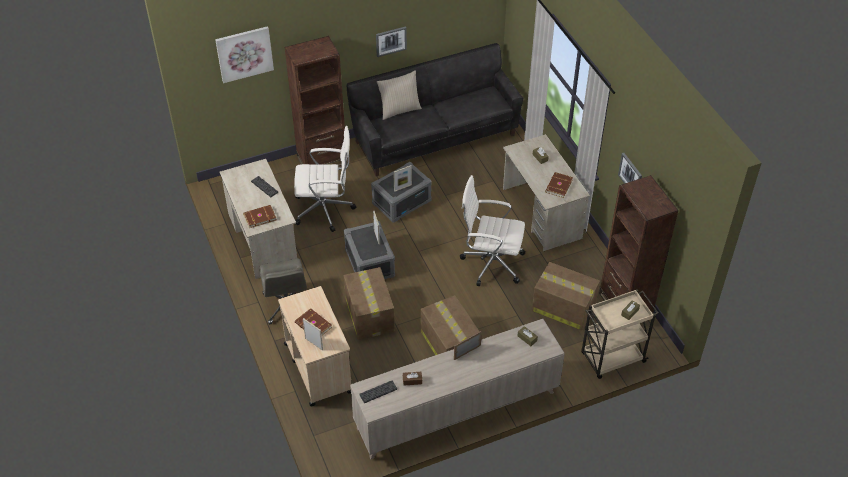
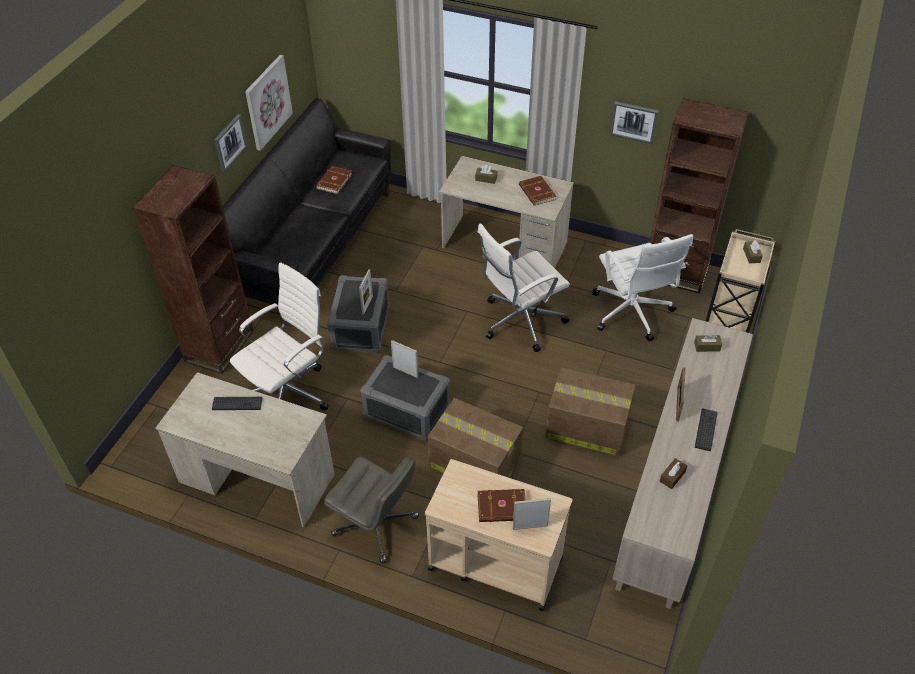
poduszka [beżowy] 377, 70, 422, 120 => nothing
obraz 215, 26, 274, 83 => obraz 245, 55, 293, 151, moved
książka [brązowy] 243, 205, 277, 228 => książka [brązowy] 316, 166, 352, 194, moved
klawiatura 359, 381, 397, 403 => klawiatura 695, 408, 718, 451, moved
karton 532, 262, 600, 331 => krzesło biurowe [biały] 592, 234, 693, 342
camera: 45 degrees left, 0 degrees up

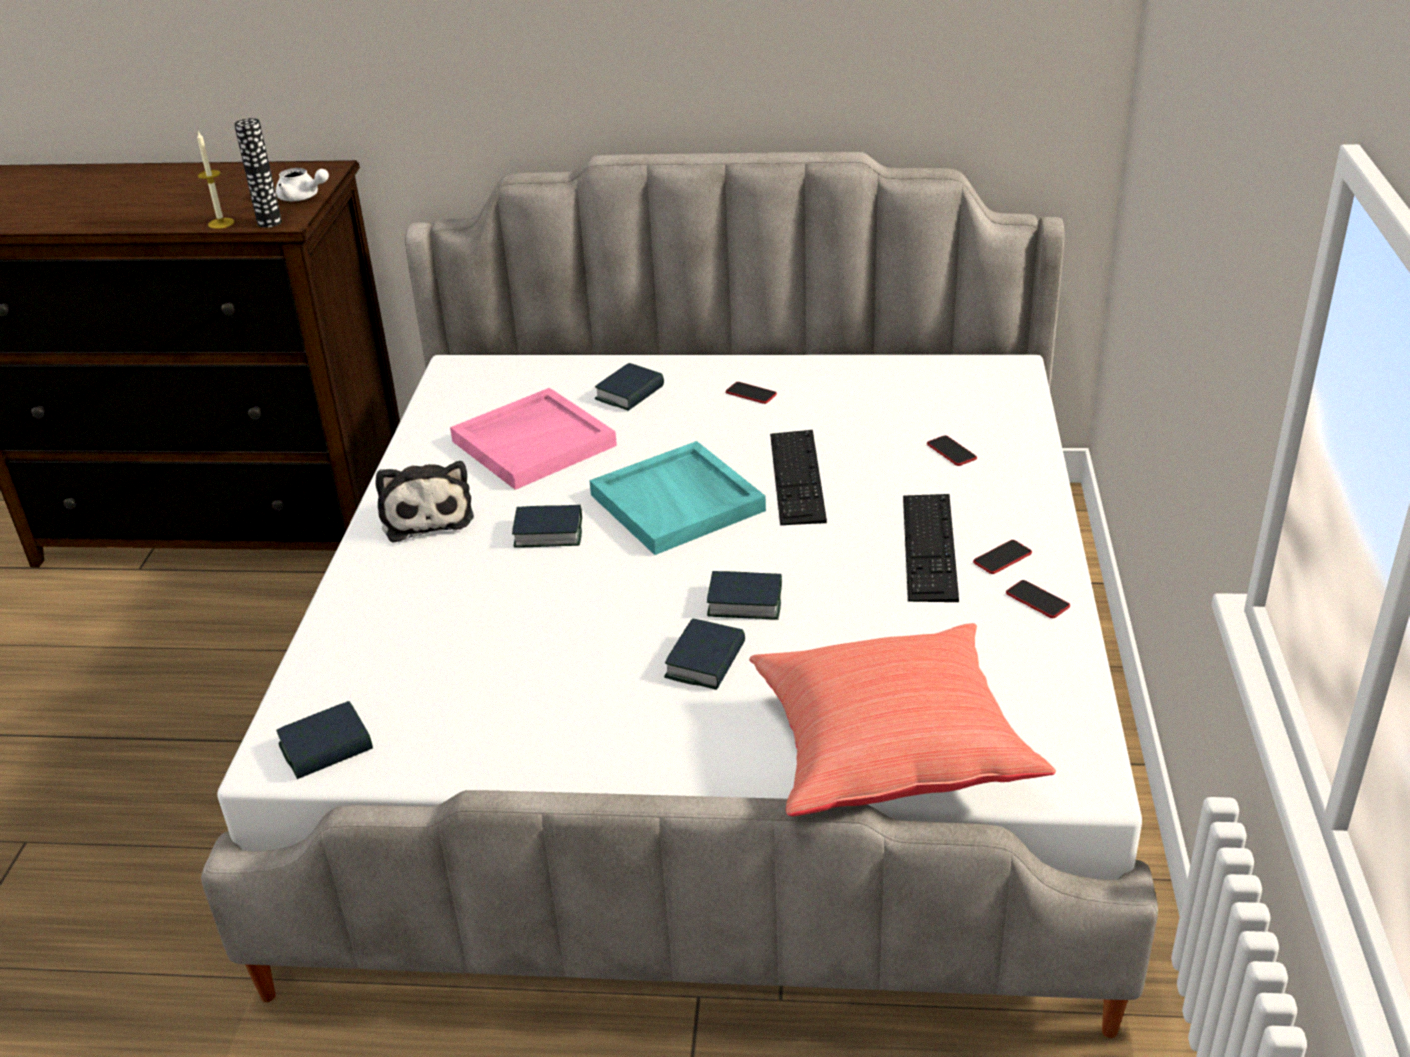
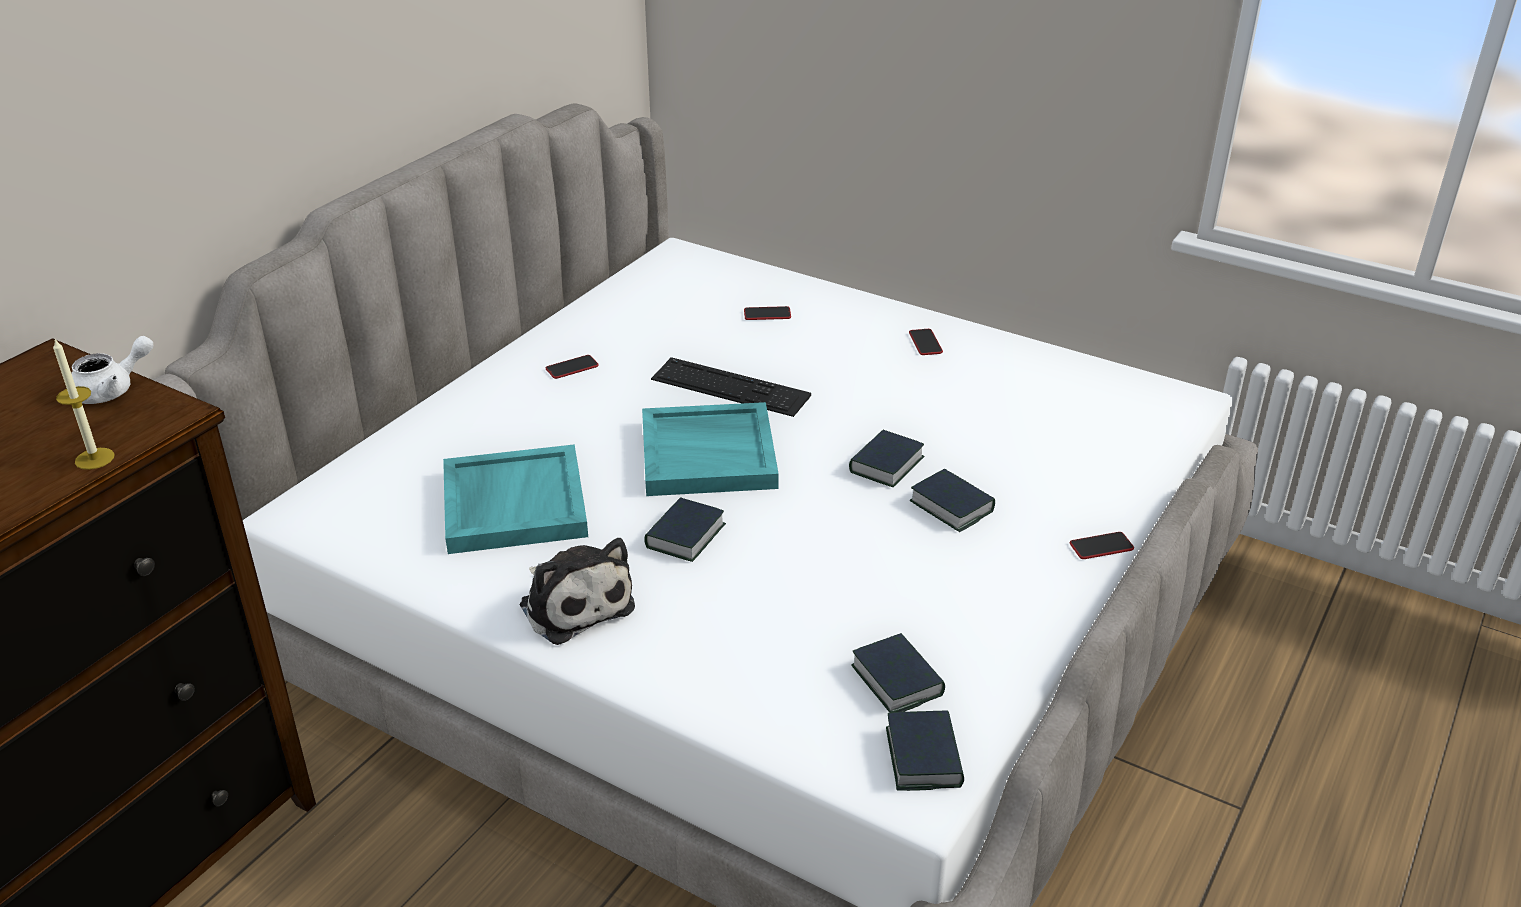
wazon 234, 118, 282, 228 => nothing
poduszka [czerwony] 749, 623, 1056, 816 => nothing
klawiatura 903, 494, 959, 602 => nothing
książka 595, 363, 664, 411 => książka 851, 633, 945, 713, moved
telefon 1006, 580, 1070, 618 => telefon 1070, 532, 1134, 559, moved
taca [różowy] 450, 388, 617, 490 => taca [turkusowy] 443, 444, 588, 554
pluszak 376, 461, 474, 543 => pluszak 520, 538, 635, 645, 45 degrees clockwise
camera: 65 degrees left, 0 degrees up

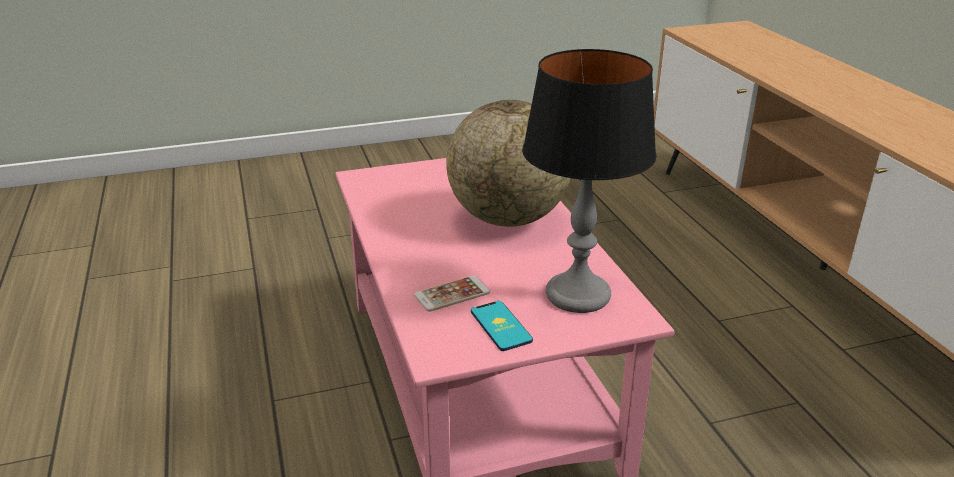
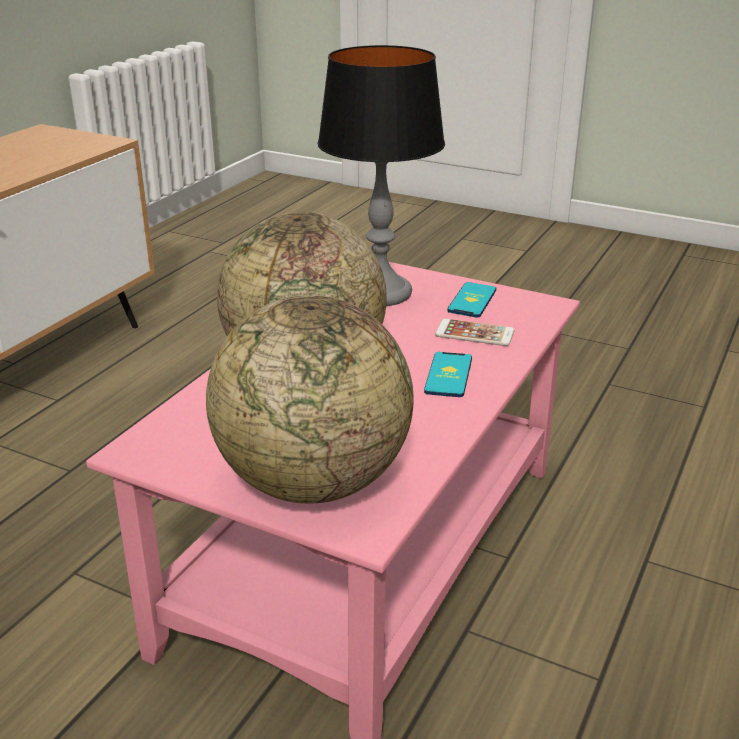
nothing => globus 206, 295, 413, 503
nothing => telefon 424, 352, 472, 397
camera: 135 degrees left, 0 degrees up

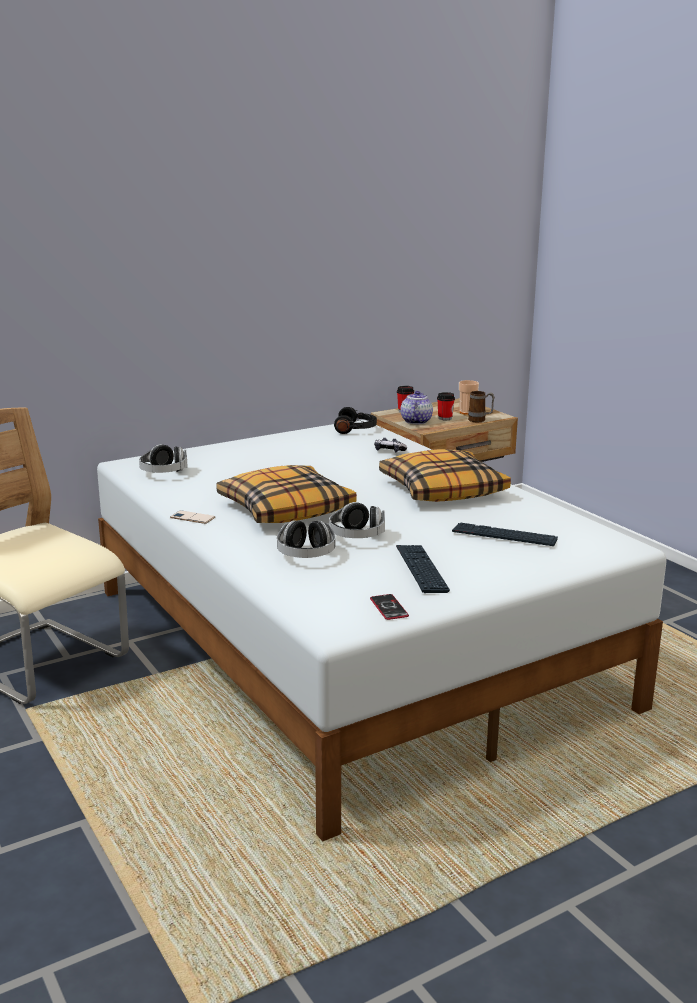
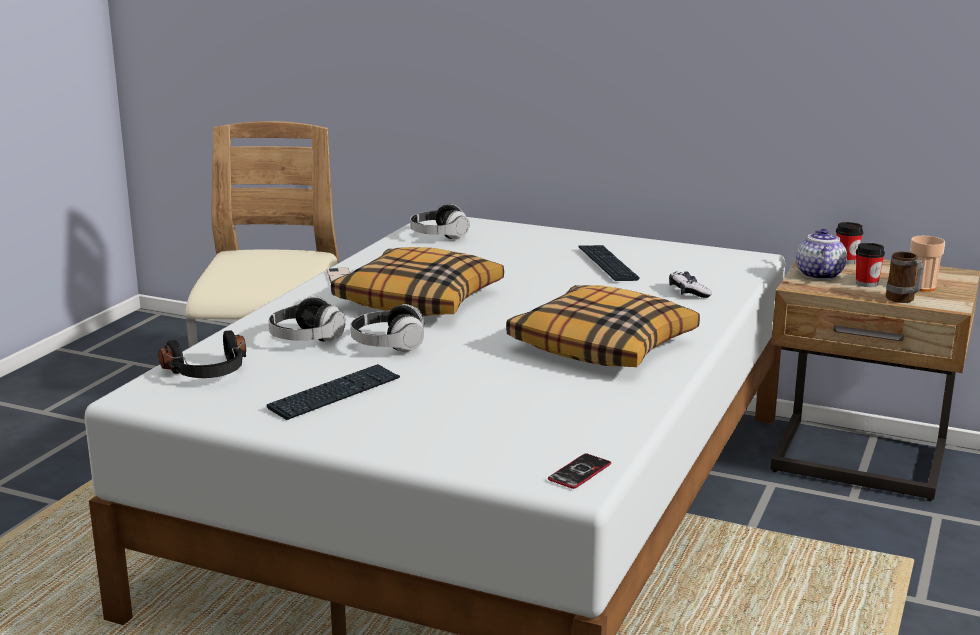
słuchawki [czarny] 334, 407, 377, 434 => słuchawki [czarny] 158, 330, 246, 378, moved
telefon 370, 594, 409, 620 => telefon 548, 454, 611, 489, moved
klawiatura 452, 523, 558, 546 => klawiatura 578, 245, 640, 281, moved
imbryk 400, 391, 433, 424 => imbryk 796, 229, 847, 280, 60 degrees counterclockwise
camera: 55 degrees right, 0 degrees up

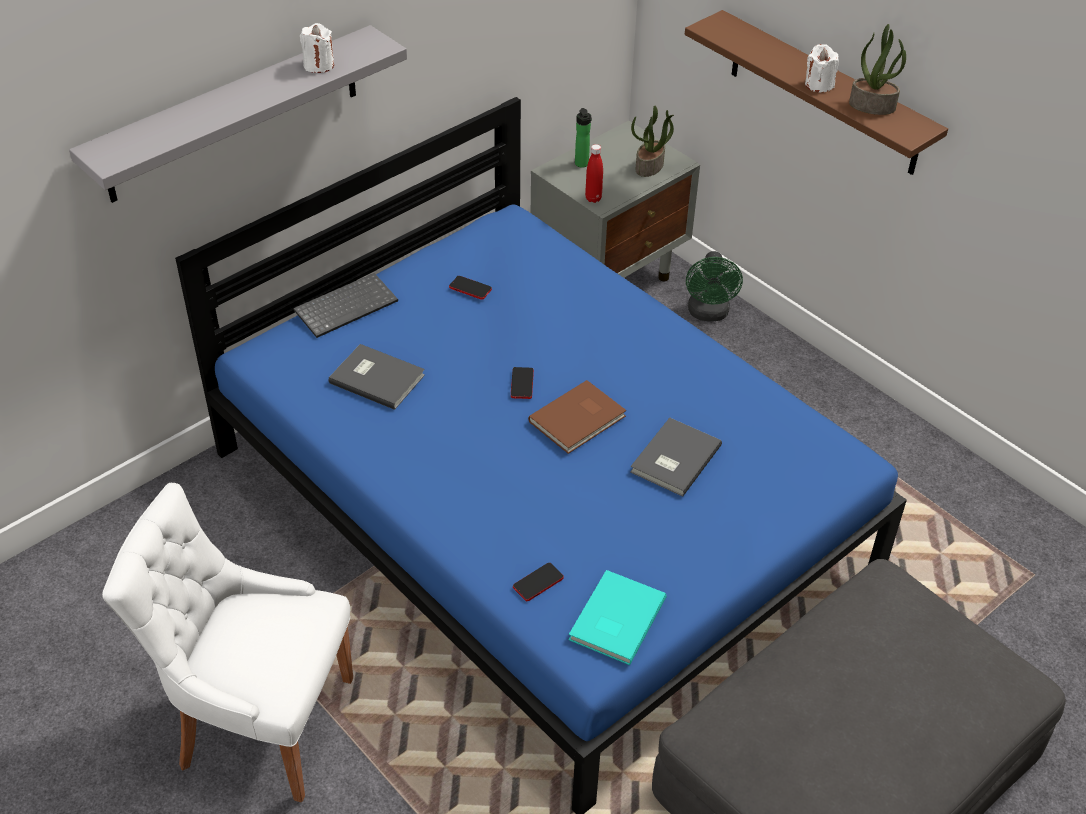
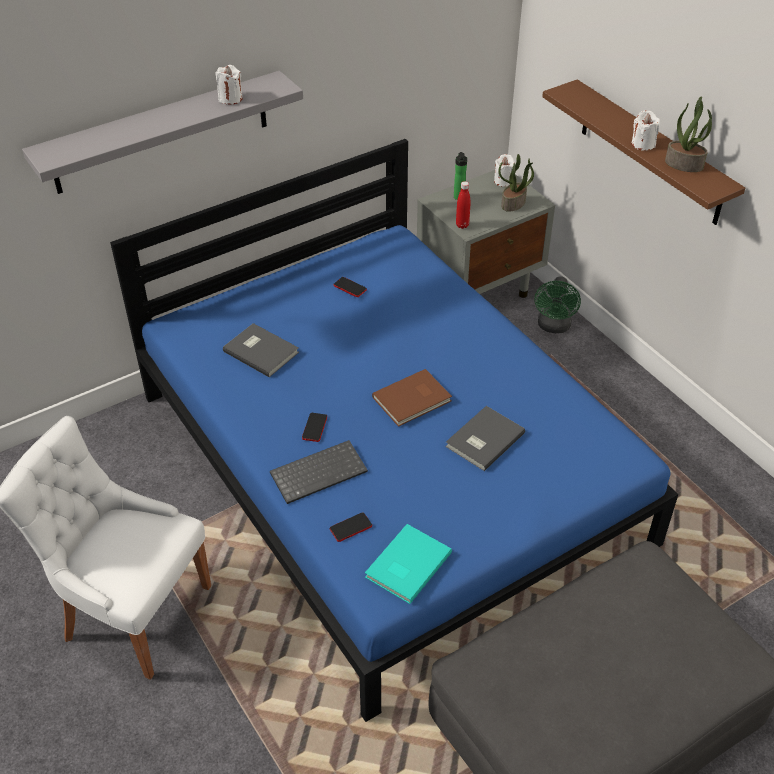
nothing => świeca [biały] 494, 154, 515, 187
klawiatura 293, 273, 398, 338 => klawiatura 270, 440, 368, 504, moved
telefon 511, 367, 534, 399 => telefon 302, 413, 327, 442, moved
camera: 10 degrees right, 0 degrees up

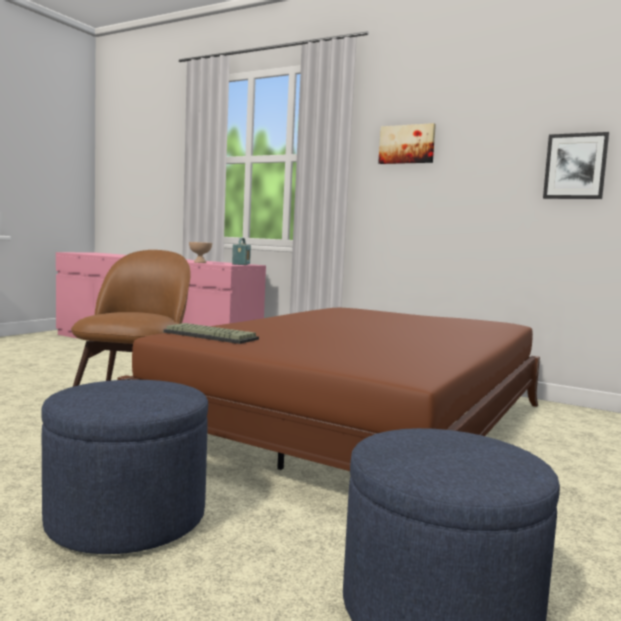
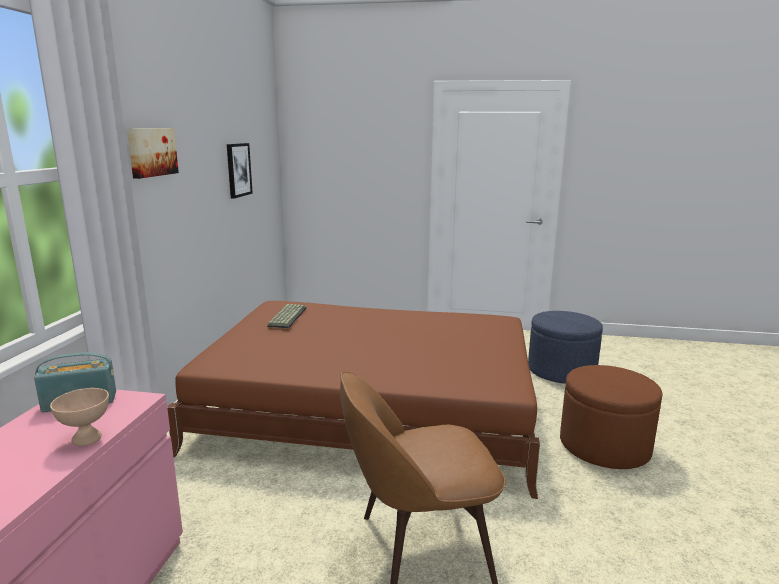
klawiatura 163, 323, 259, 344 => klawiatura 267, 304, 307, 328, moved
pufa [niebieski] 41, 380, 208, 554 => pufa [brązowy] 560, 365, 663, 469
camera: 110 degrees left, 10 degrees up

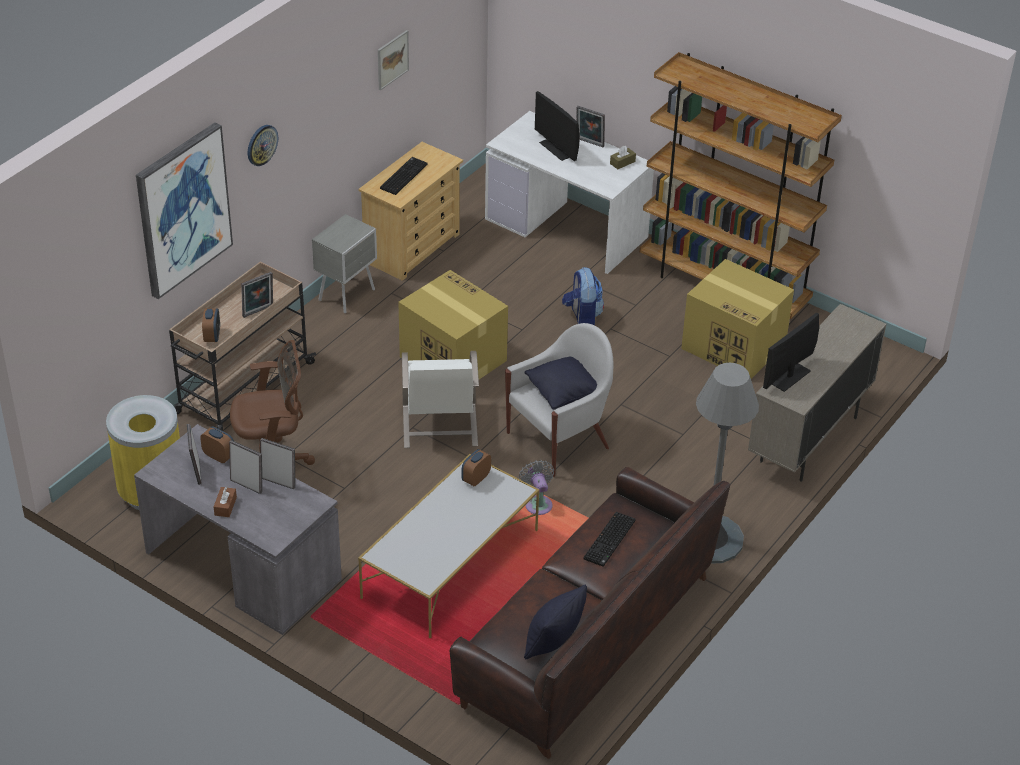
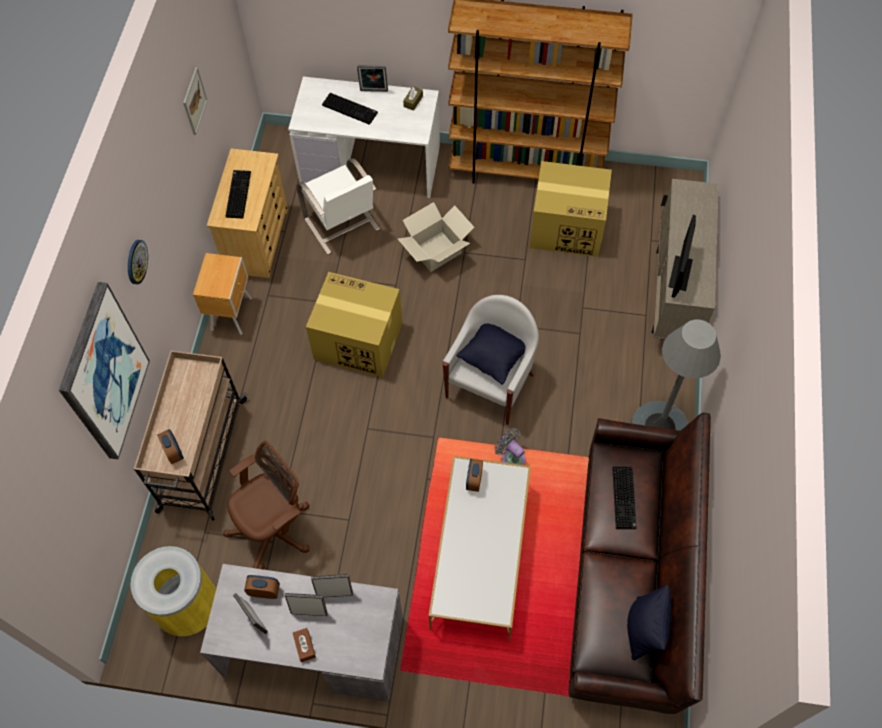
ramka na zdjęcie 241, 272, 273, 318 => nothing
krzesło [biały] 402, 351, 479, 448 => krzesło [biały] 296, 158, 380, 254, moved
monitor 535, 91, 580, 161 => klawiatura 322, 93, 378, 125
plecak 562, 267, 604, 326 => karton 398, 202, 474, 272
szafka nocna [szary] 312, 214, 377, 313 => szafka nocna [brązowy] 193, 253, 252, 335
camera: 25 degrees left, 20 degrees up

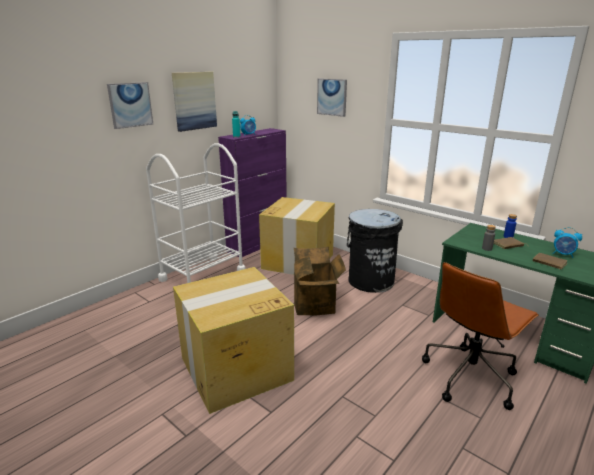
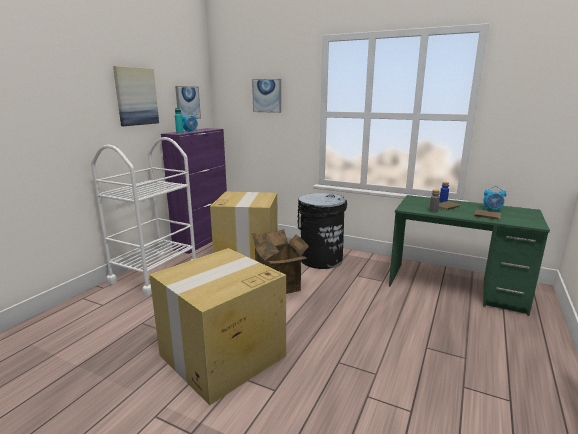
krzesło biurowe [brązowy] 422, 262, 539, 410 => nothing
obraz 107, 82, 153, 129 => obraz 175, 86, 201, 119, moved
camera: 15 degrees left, 5 degrees down

